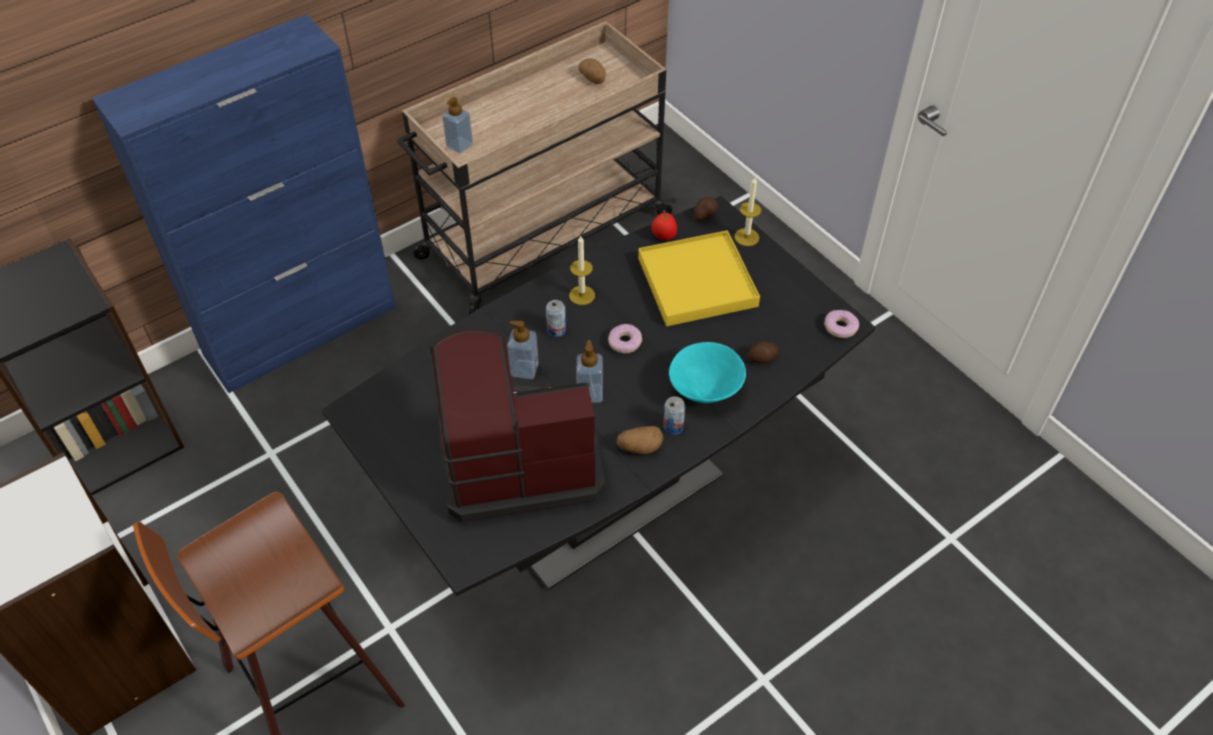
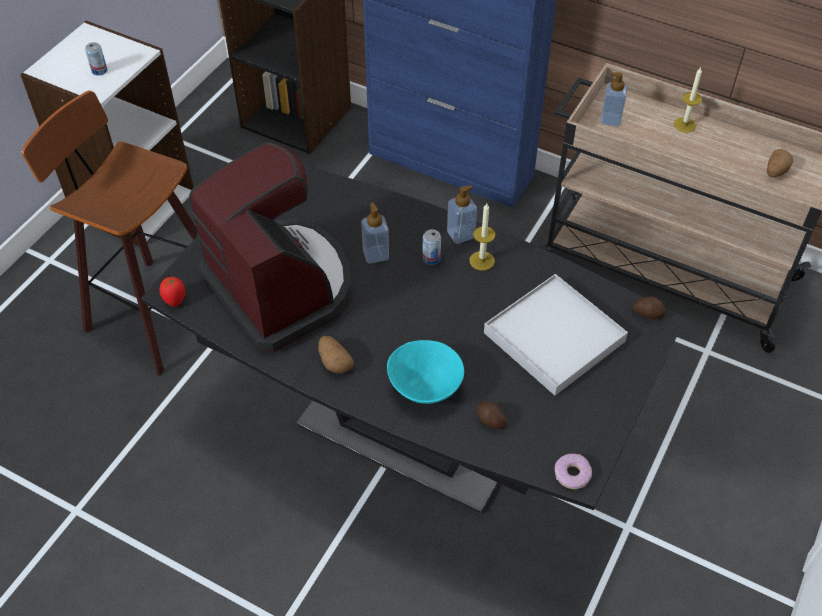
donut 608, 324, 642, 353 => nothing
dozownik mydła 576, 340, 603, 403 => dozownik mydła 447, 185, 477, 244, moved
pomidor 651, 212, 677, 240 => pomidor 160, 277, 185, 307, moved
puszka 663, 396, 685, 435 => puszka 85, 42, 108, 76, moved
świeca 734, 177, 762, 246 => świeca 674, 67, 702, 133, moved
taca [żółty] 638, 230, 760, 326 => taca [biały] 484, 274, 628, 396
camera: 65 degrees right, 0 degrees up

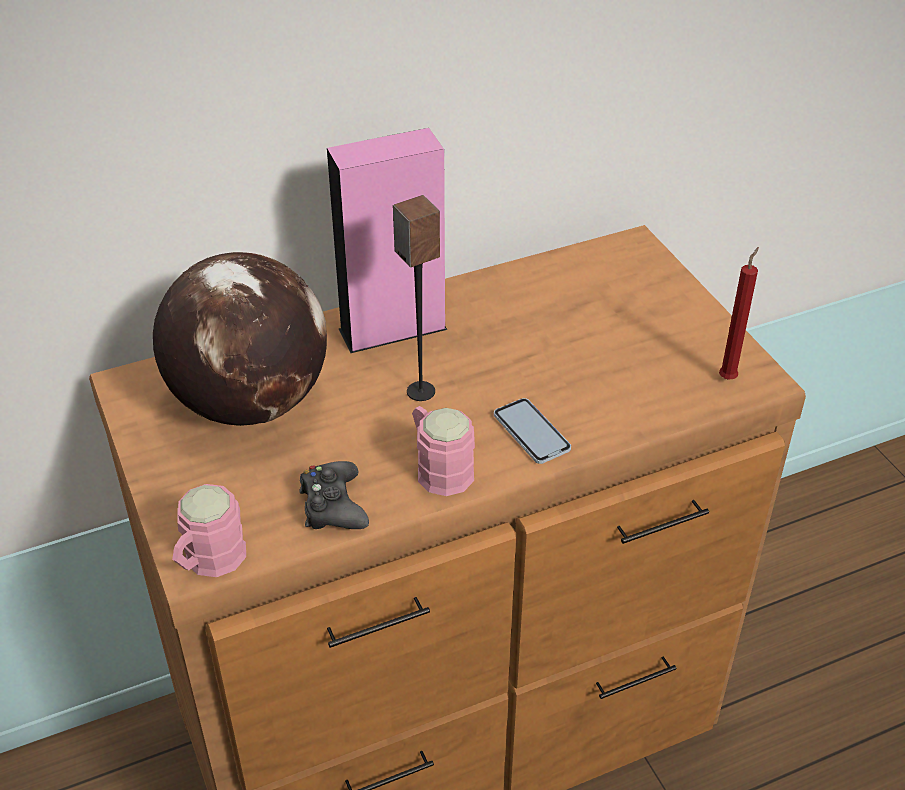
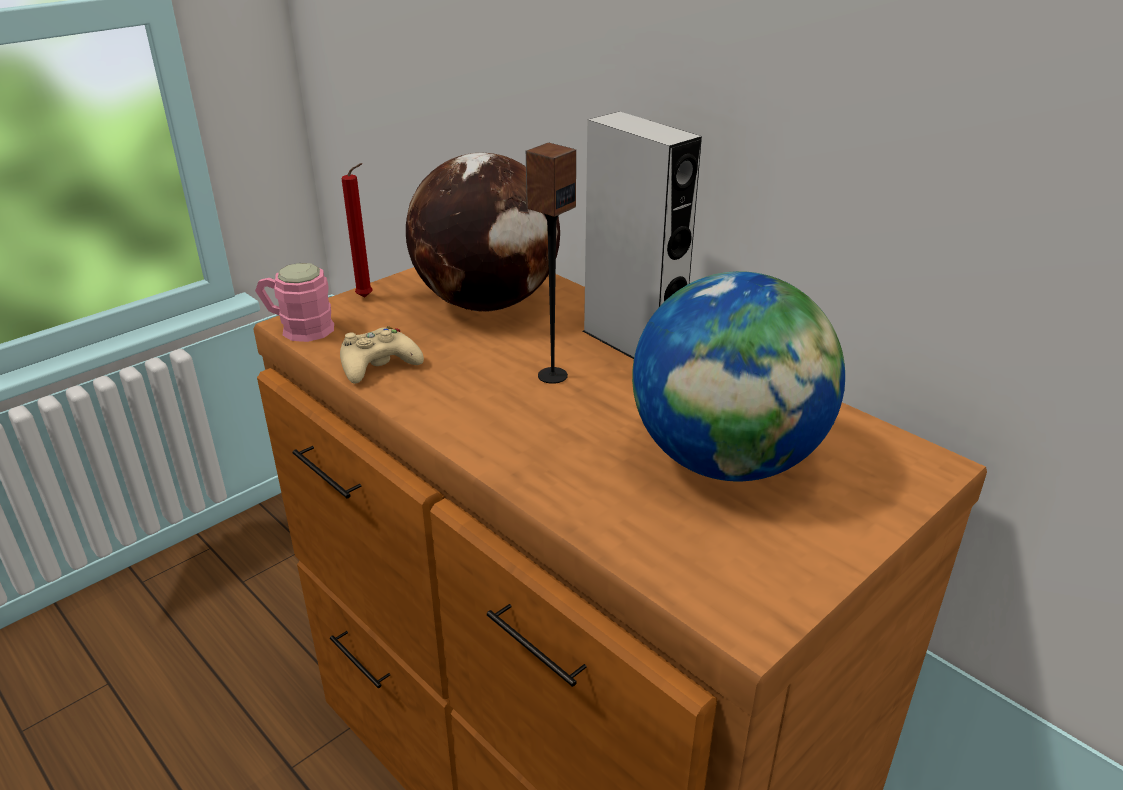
kubek [różowy] 412, 406, 475, 496 => nothing
telefon 494, 398, 571, 464 => nothing
nothing => globus 632, 271, 845, 481
świeca [czerwony] 719, 247, 759, 380 => świeca [czerwony] 341, 163, 373, 297, moved
pad do gier [czarny] 300, 461, 369, 529 => pad do gier [beżowy] 340, 326, 424, 384
głośnik [różowy] 327, 128, 447, 353 => głośnik [szary] 583, 111, 702, 359
camera: 70 degrees right, 10 degrees down

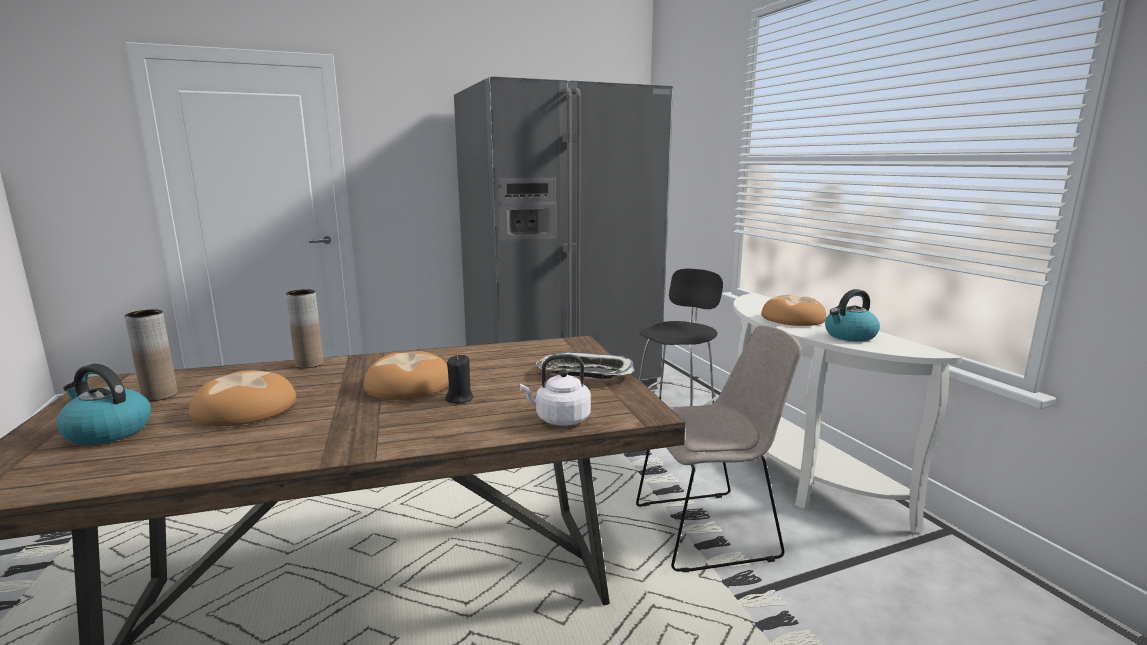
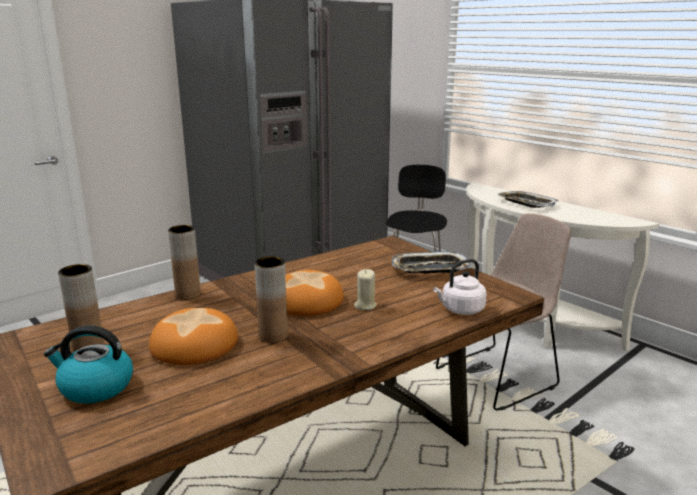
czajnik 825, 289, 880, 342 => nothing
nothing => wazon [brązowy] 255, 256, 288, 343
chleb 761, 295, 827, 326 => taca 497, 191, 558, 208
świeca [czarny] 445, 355, 473, 404 => świeca [beżowy] 354, 269, 377, 310
camera: 20 degrees left, 5 degrees up

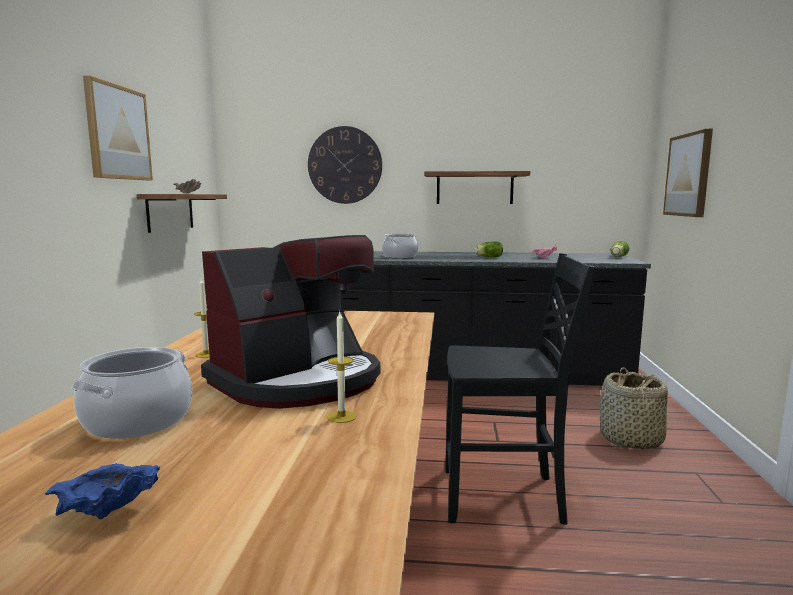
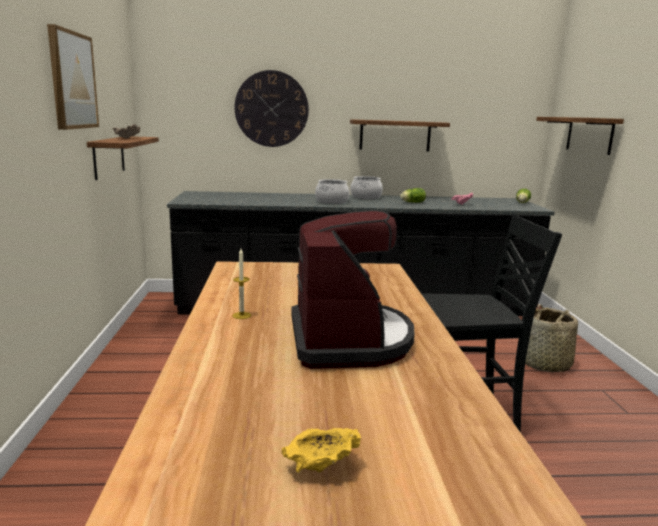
świeca 327, 312, 357, 423 => nothing
garnek 72, 347, 192, 439 => garnek 350, 176, 383, 199, moved
obraz 663, 129, 713, 217 => półka 536, 117, 624, 155
miska [niebieski] 45, 463, 160, 519 => miska [żółty] 282, 428, 361, 473
ekspres do kawy 201, 235, 380, 409 => ekspres do kawy 292, 210, 414, 369, 45 degrees counterclockwise
camera: 10 degrees left, 5 degrees up

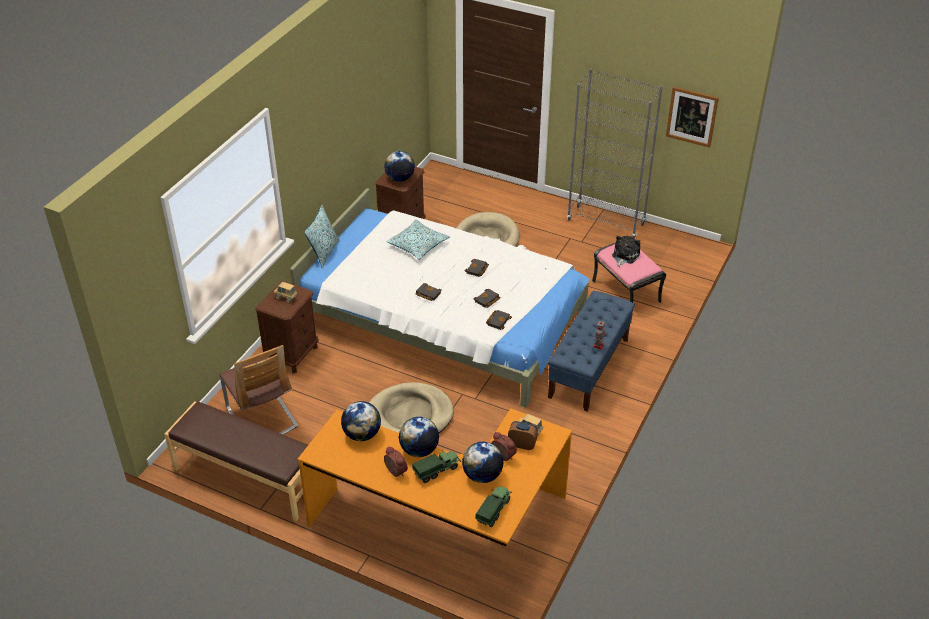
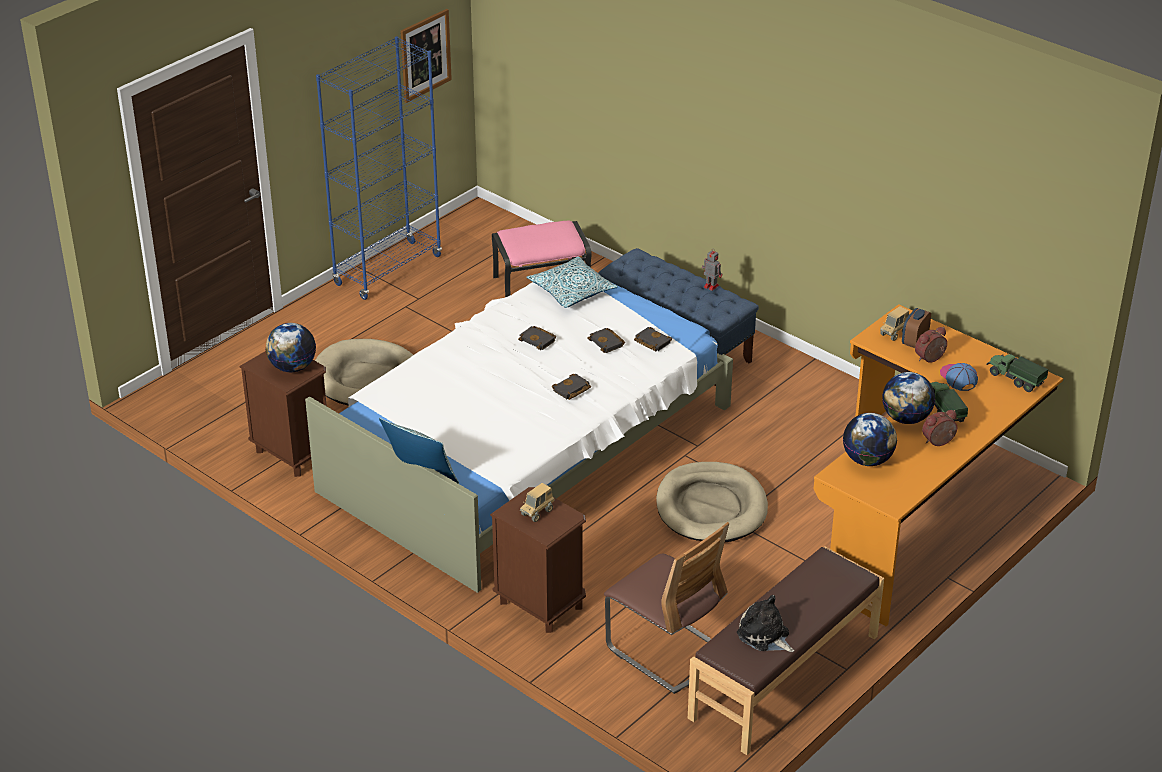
poduszka 386, 219, 450, 260 => poduszka 527, 256, 618, 308, moved
pluszak 612, 236, 640, 267 => pluszak 737, 595, 794, 652, moved
globus 462, 442, 504, 483 => czapka z daszkiem 940, 363, 978, 391
regał [szary] 567, 69, 663, 239 => regał [niebieski] 316, 36, 442, 300
krzesło 219, 345, 298, 435 => krzesło 604, 522, 729, 694, 60 degrees clockwise
camera: 75 degrees left, 5 degrees down

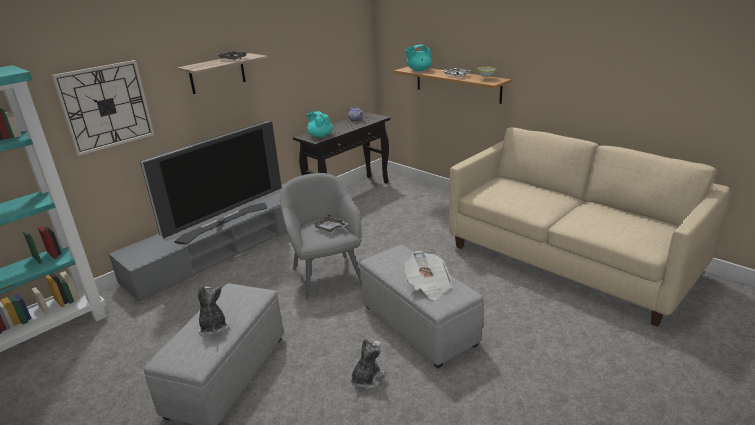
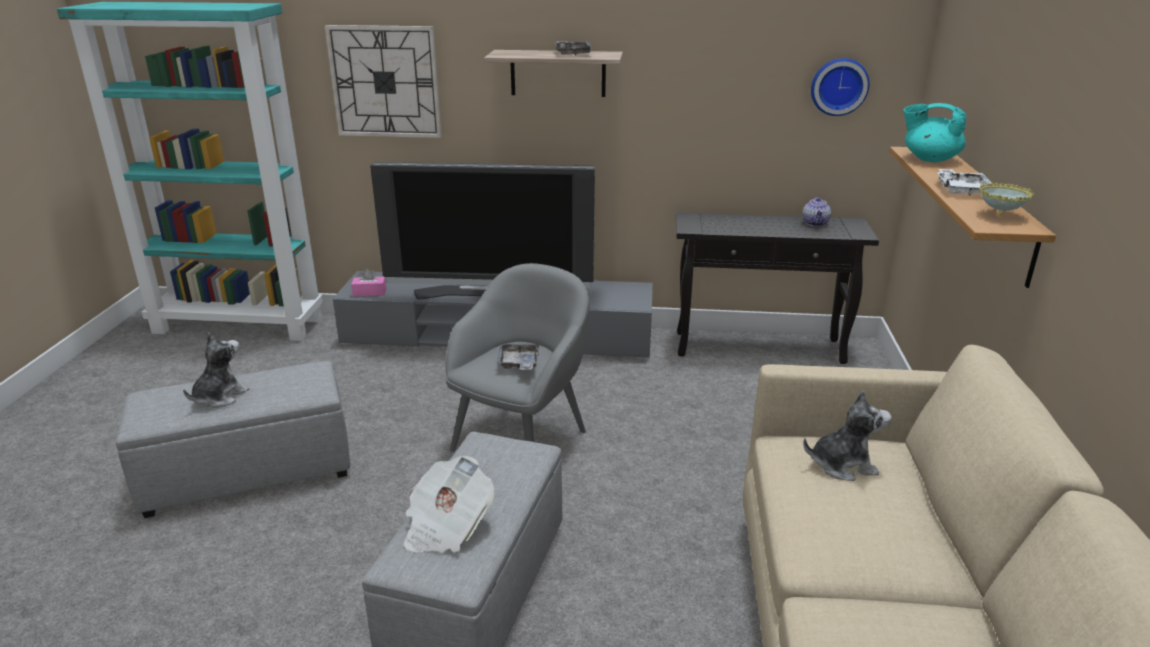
imbryk [turkusowy] 306, 111, 333, 138 => nothing
nothing => pudełko chusteczek [różowy] 351, 268, 386, 297
nothing => zegar ścienny 811, 58, 870, 116
pluszak 351, 339, 385, 389 => pluszak 803, 390, 892, 481, moved
camera: 50 degrees right, 0 degrees up

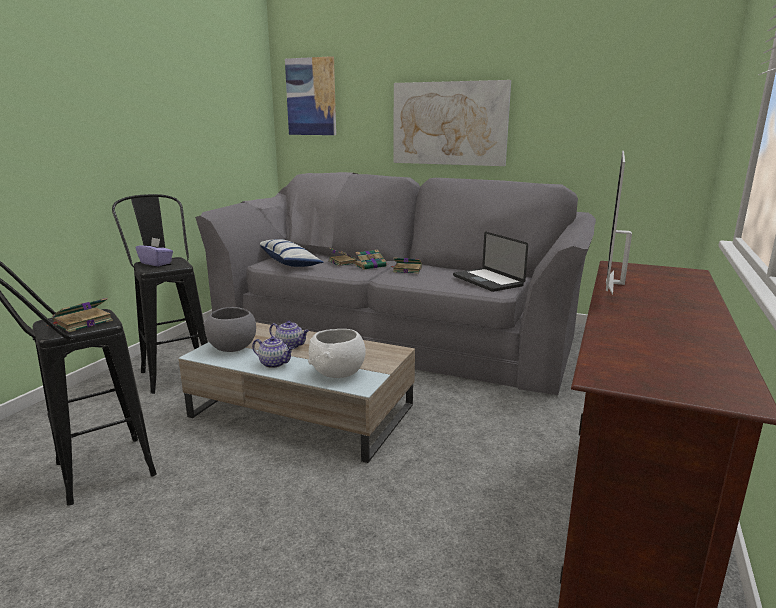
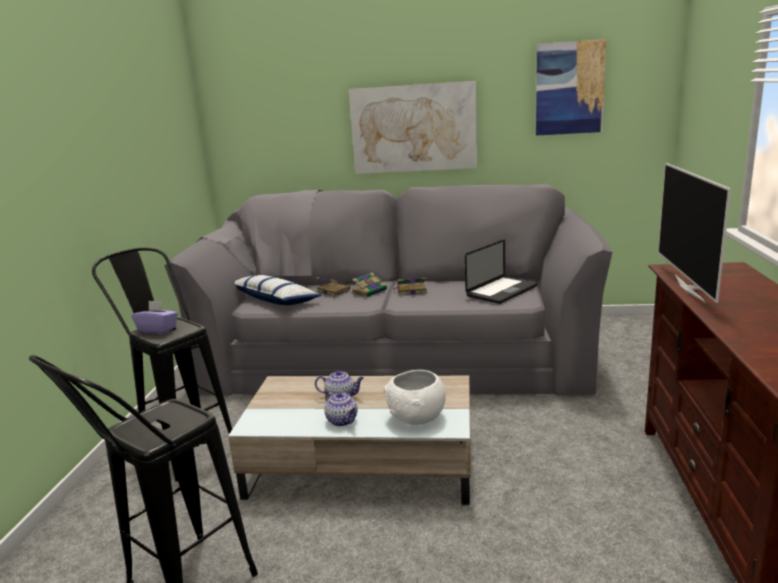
książka 47, 298, 113, 332 => nothing
miska [szary] 203, 307, 256, 352 => nothing
obraz 285, 56, 336, 135 => obraz 536, 39, 606, 135, moved
imbryk 252, 337, 294, 368 => imbryk 325, 391, 358, 426, 45 degrees clockwise
laptop 453, 232, 528, 292 => laptop 465, 240, 537, 304, 90 degrees counterclockwise
camera: 15 degrees left, 0 degrees up

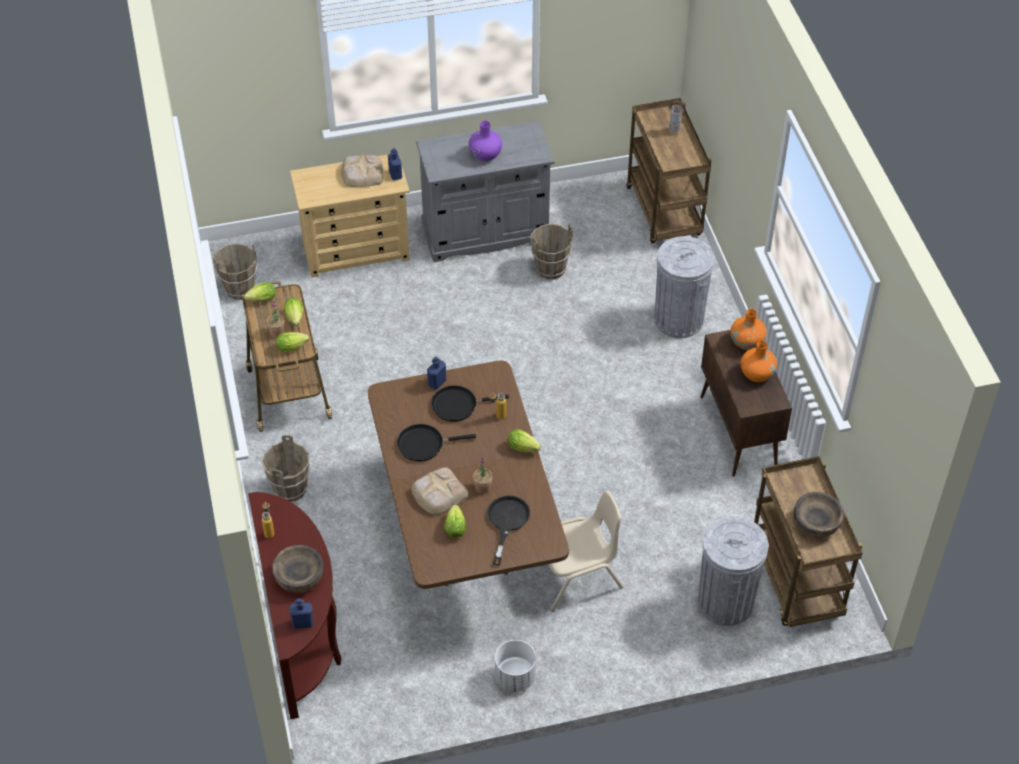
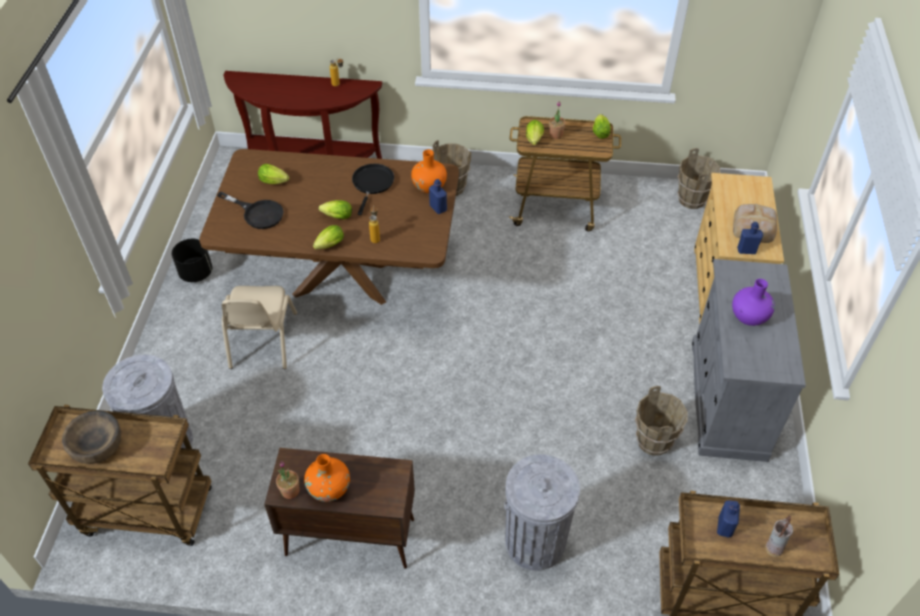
miska [brązowy] 273, 545, 323, 593 => nothing
chleb 411, 467, 468, 515 => nothing
patelnia [czarny] 431, 385, 509, 422 => nothing
sałata 284, 298, 303, 326 => sałata 319, 200, 352, 219, moved
butelka [niebieski] 289, 598, 313, 629 => butelka [niebieski] 717, 500, 740, 537, moved
roślina doniczkowa 473, 457, 492, 494 => roślina doniczkowa 276, 461, 300, 499, moved
wazon [pomarańczowy] 730, 309, 767, 350 => wazon [pomarańczowy] 411, 149, 447, 193, moved
donica [biały] 495, 640, 536, 692 => donica [czarny] 172, 239, 213, 282
camera: 110 degrees right, 0 degrees up

